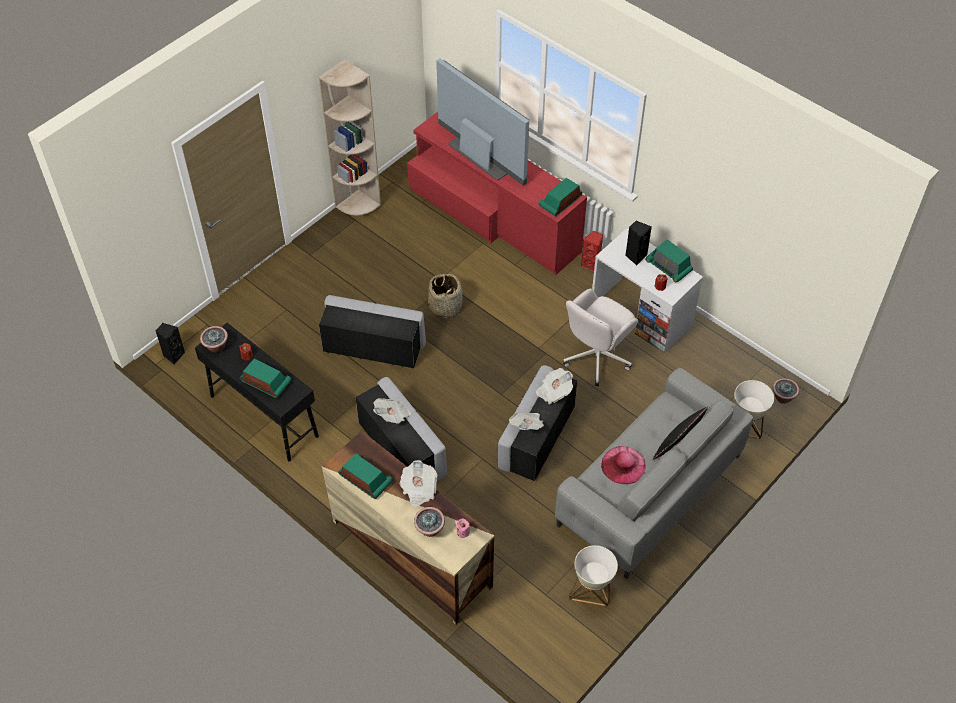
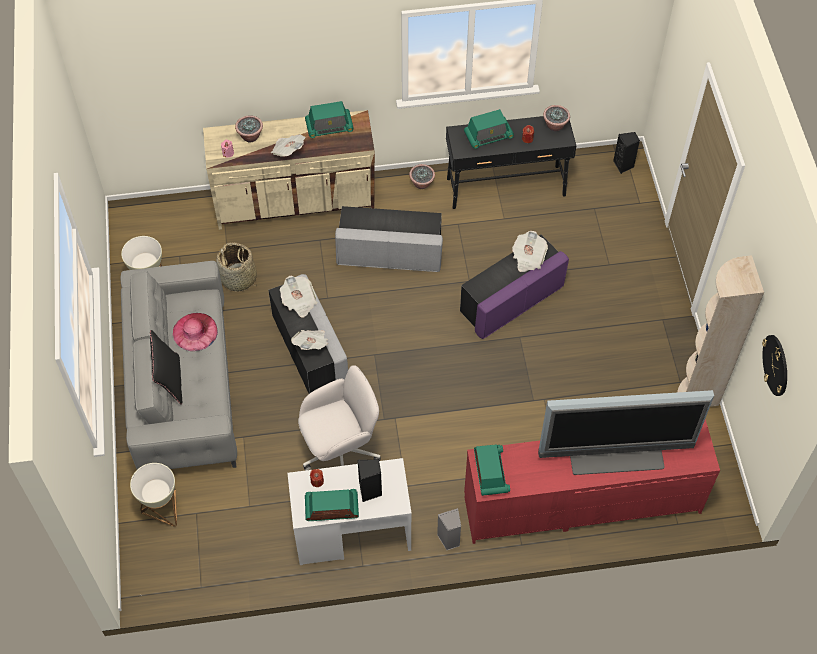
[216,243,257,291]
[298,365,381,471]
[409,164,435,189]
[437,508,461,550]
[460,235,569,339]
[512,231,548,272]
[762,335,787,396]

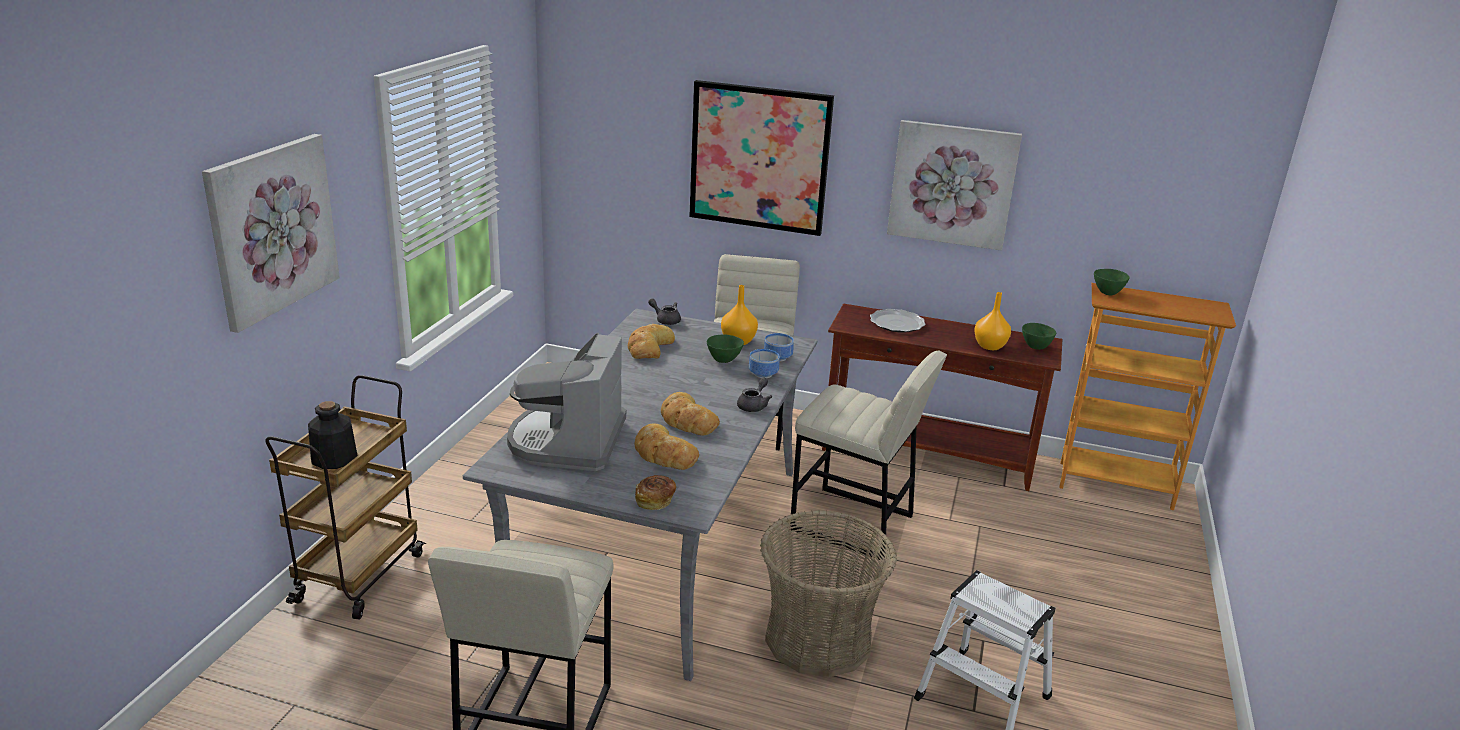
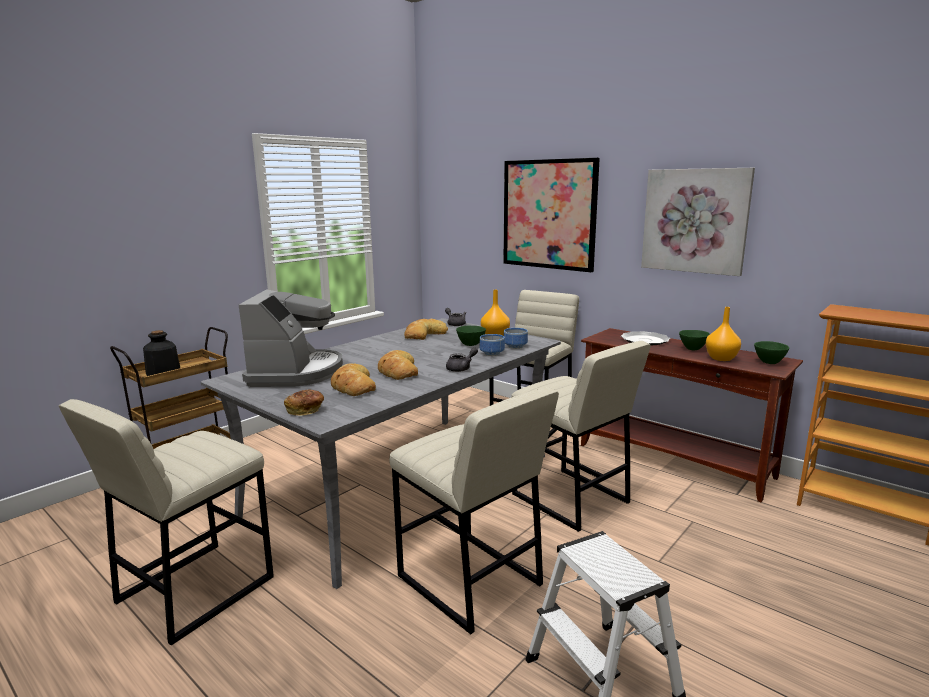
[239,289,343,387]
[389,387,559,634]
[679,330,710,351]
[202,134,340,333] (first image)

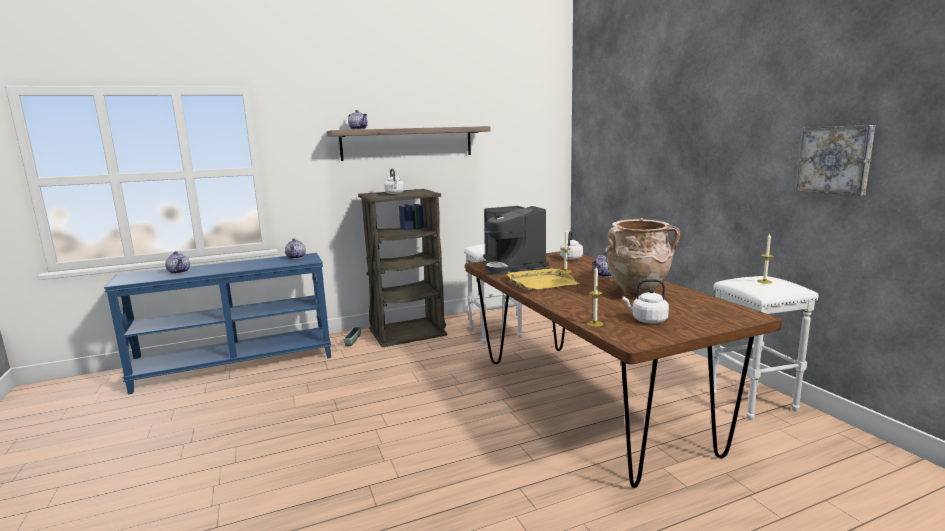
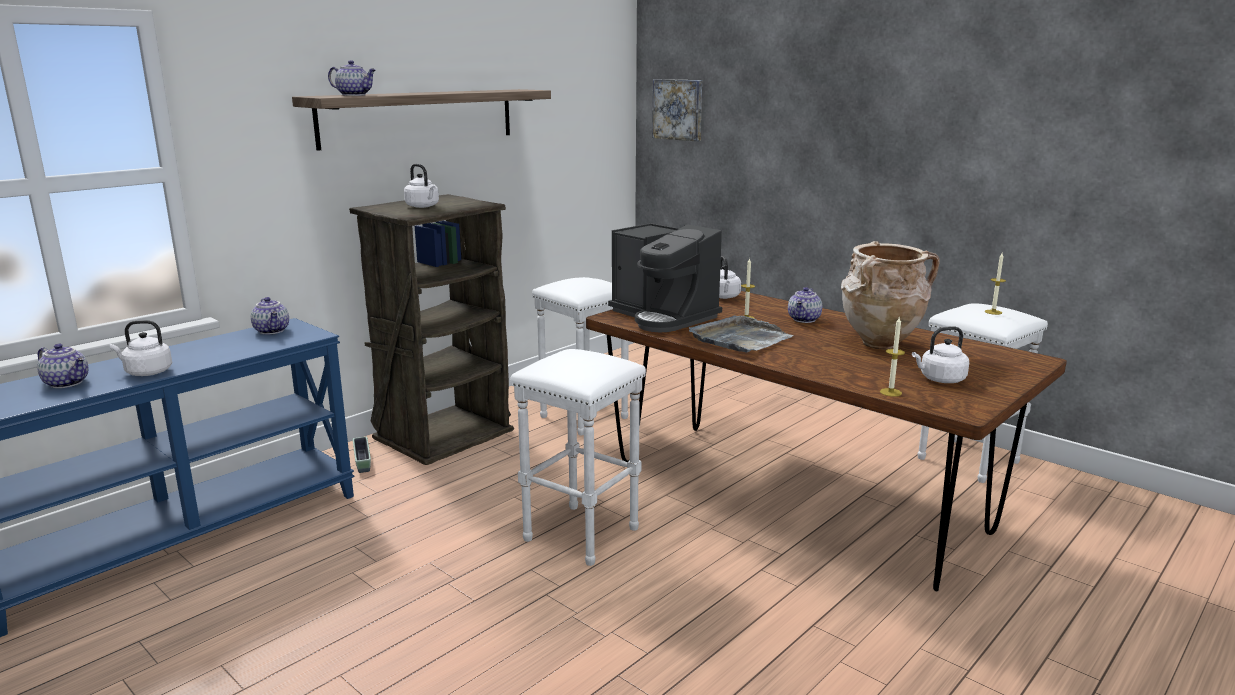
[110,320,172,376]
[510,349,646,566]
[652,79,702,141]
[689,315,794,353]

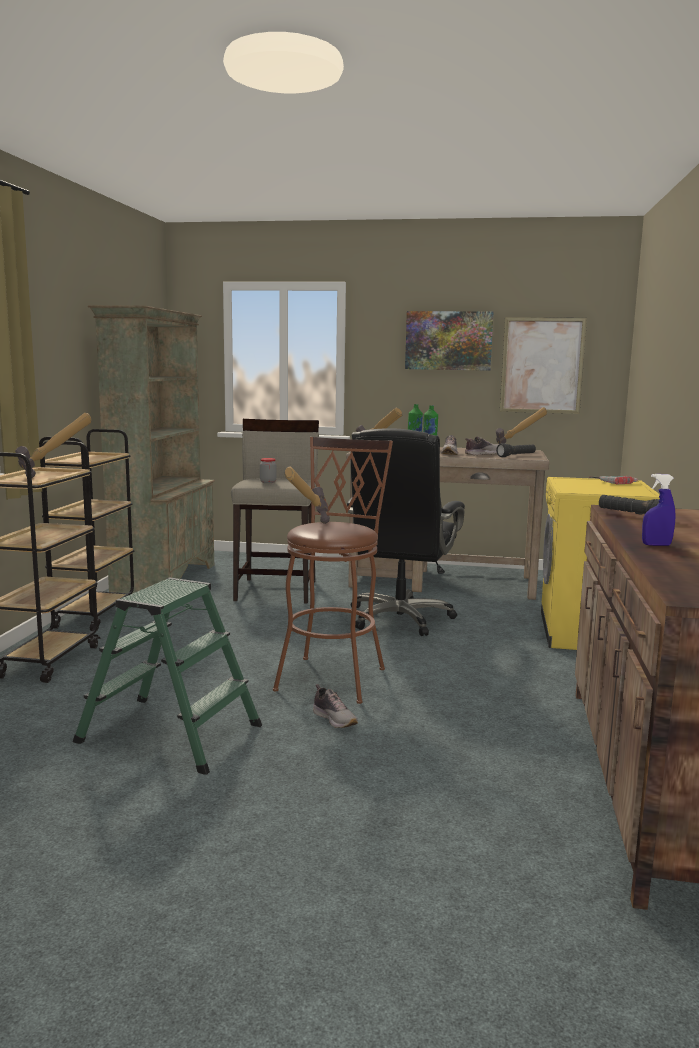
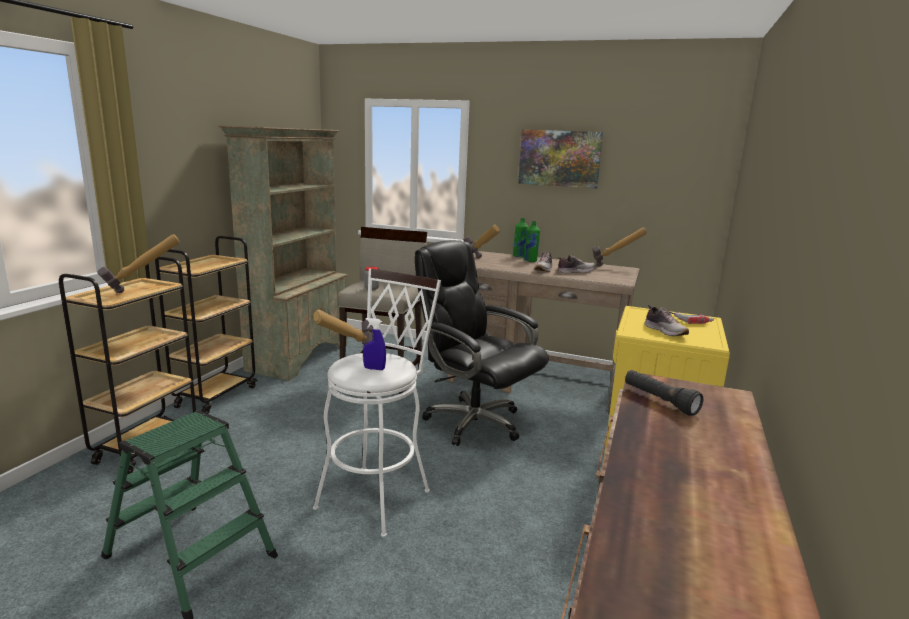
[313,268,441,538]
[363,318,386,370]
[415,240,549,446]
[645,304,689,336]
[496,443,536,457] (first image)
[500,317,587,414] (first image)

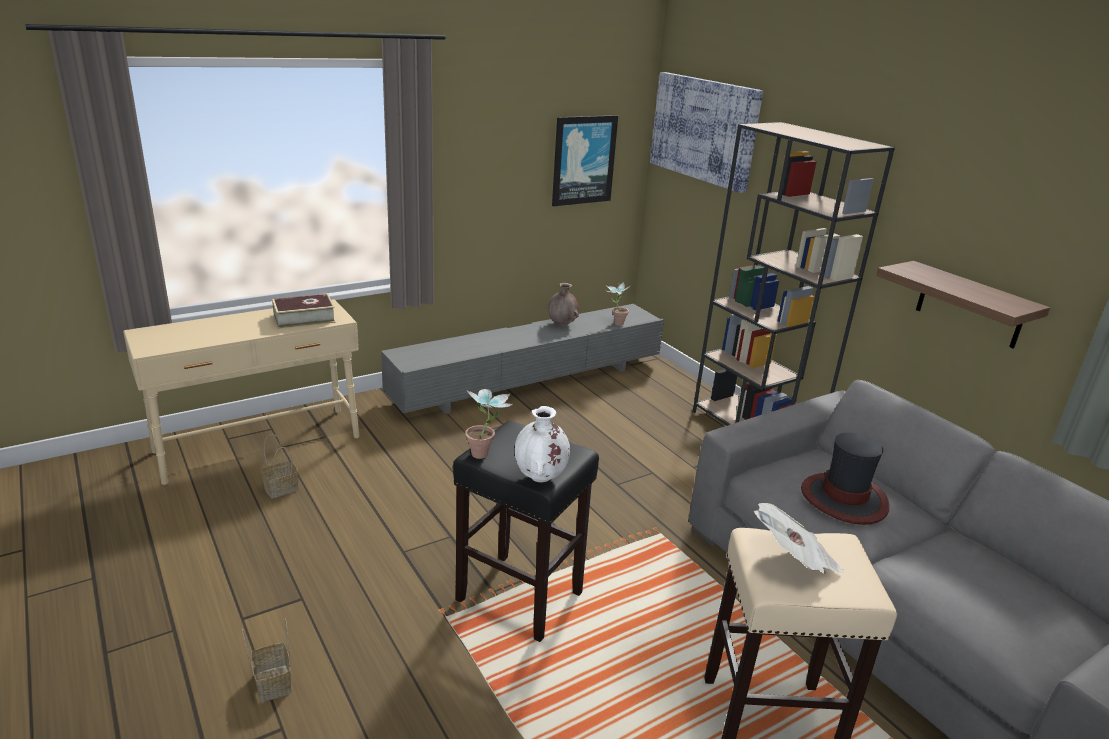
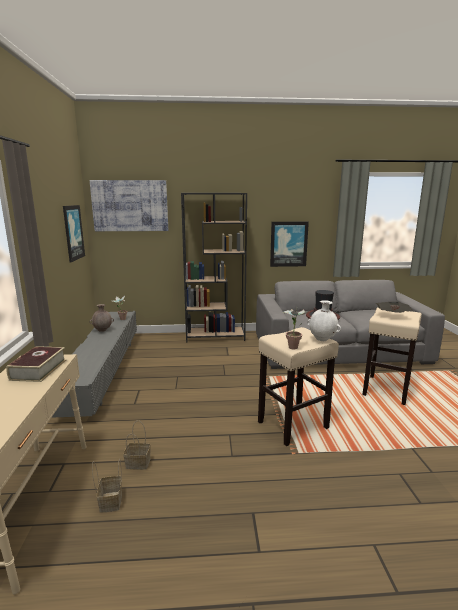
[123,420,151,470]
[258,327,339,446]
[270,222,309,267]

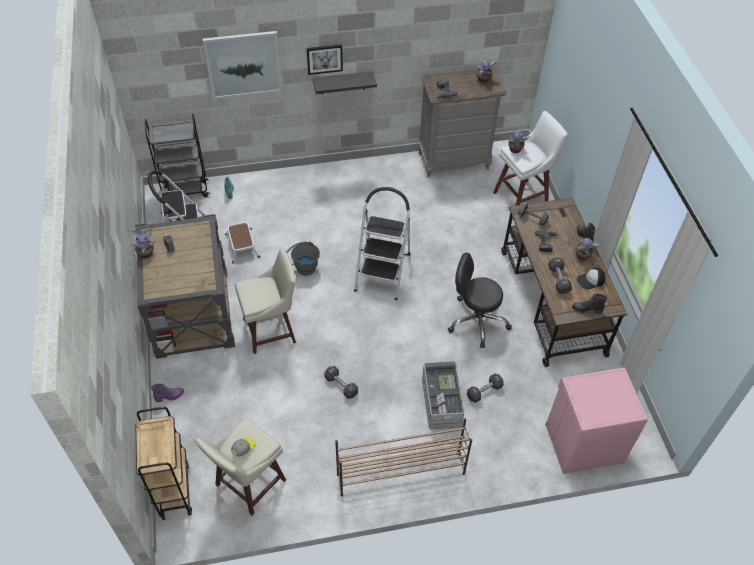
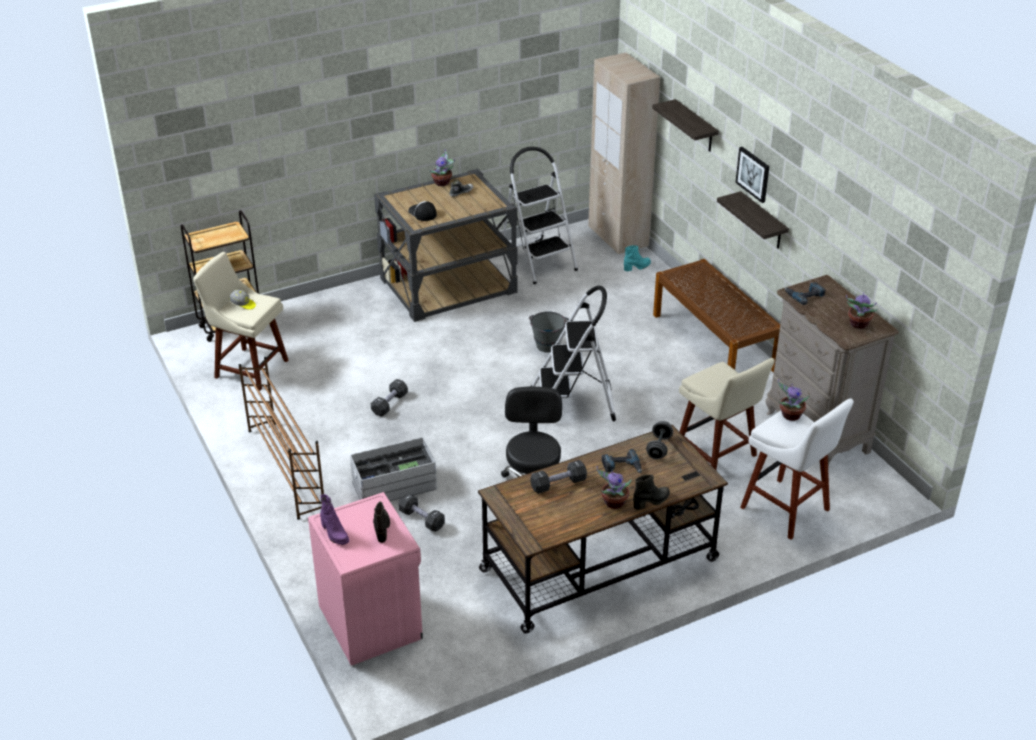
[320,494,349,545]
[373,501,390,543]
[408,201,437,221]
[588,53,660,255]
[652,99,719,152]
[653,259,780,373]
[679,358,775,470]
[225,222,260,264] (first image)

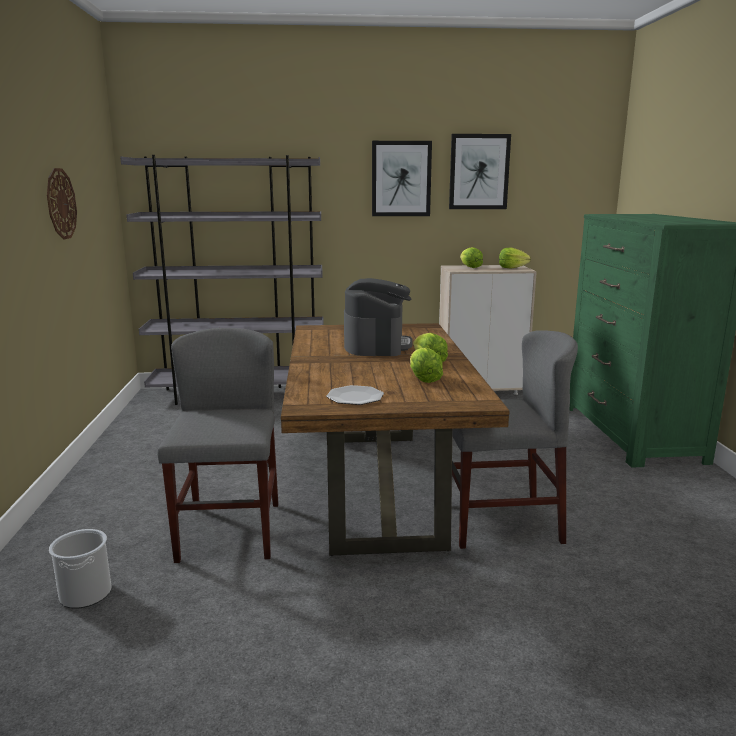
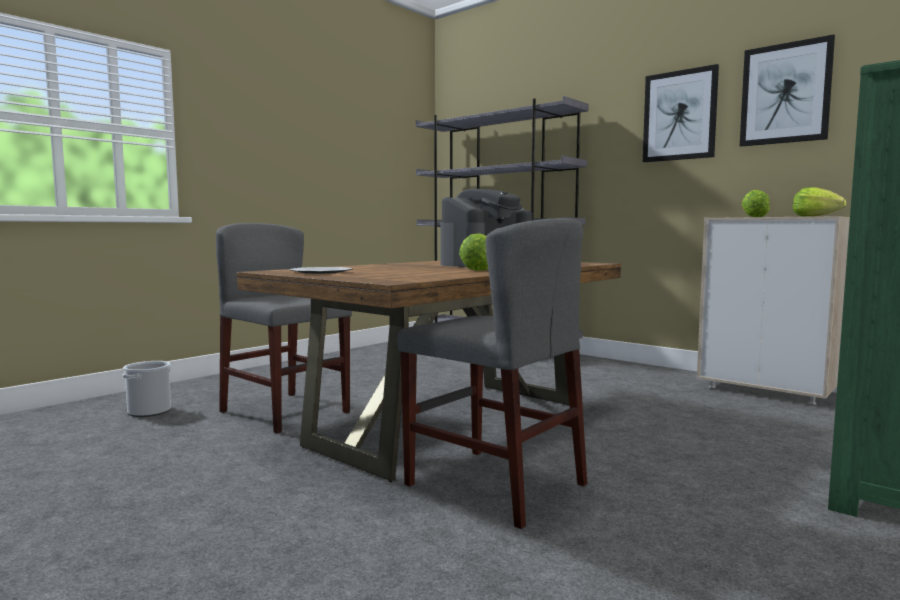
[216,223,352,433]
[47,168,77,240] (first image)
[410,347,443,383] (first image)

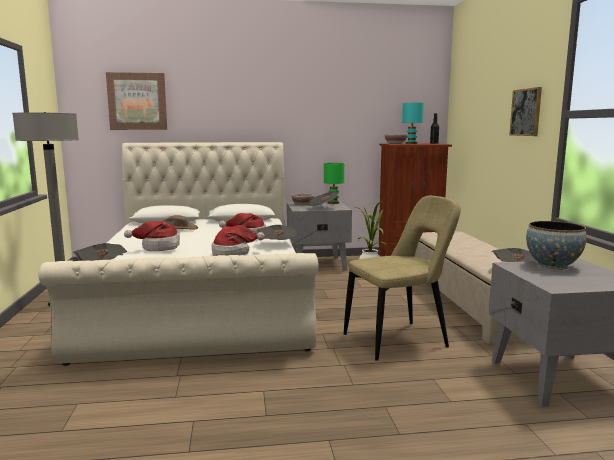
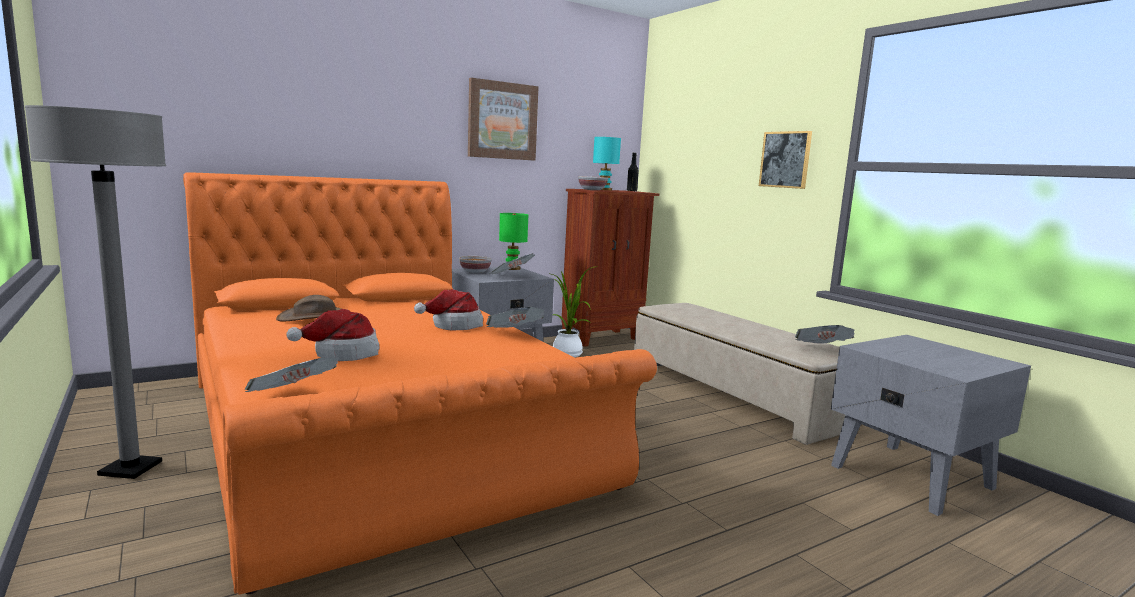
[183,172,657,595]
[468,78,538,160]
[212,225,265,256] (first image)
[344,196,461,361] (first image)
[526,221,587,270] (first image)

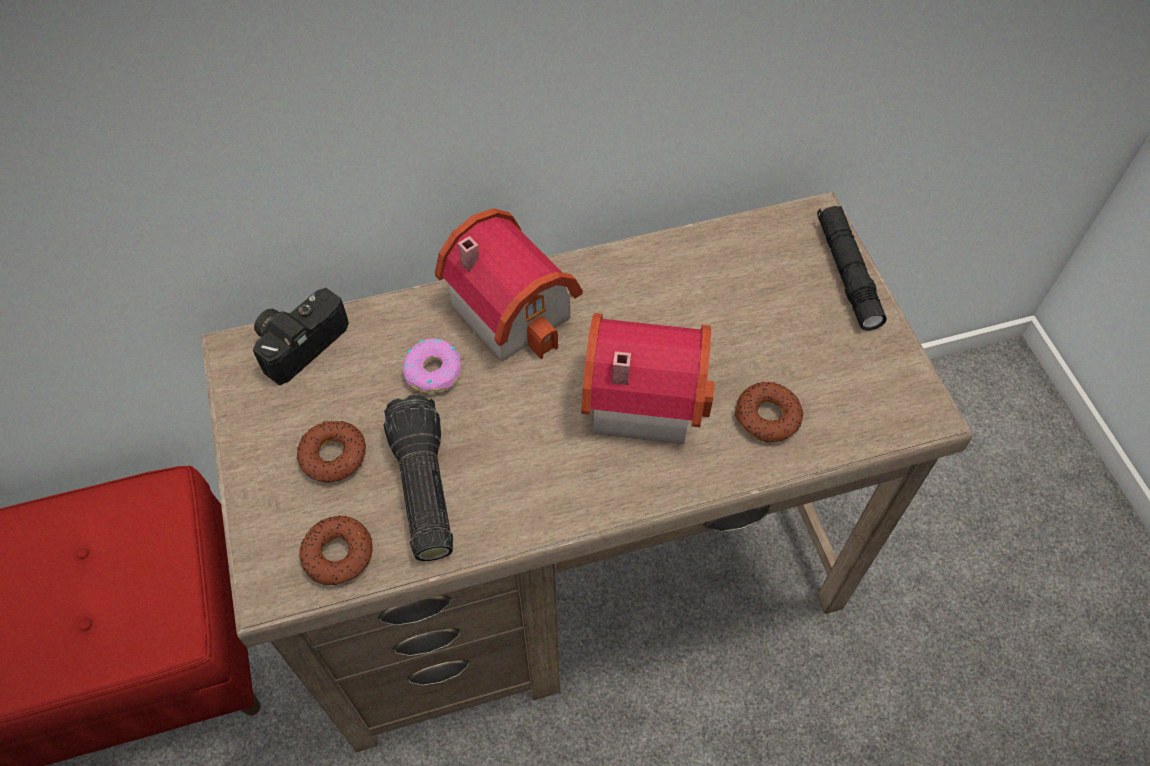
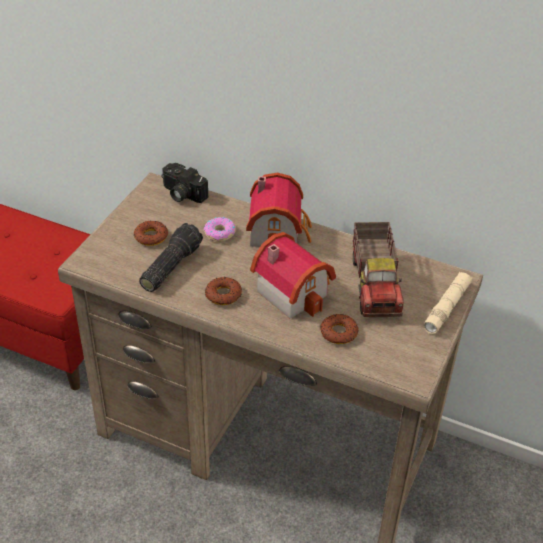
[161,163,208,203]
[205,277,242,305]
[353,222,404,317]
[423,272,473,334]

